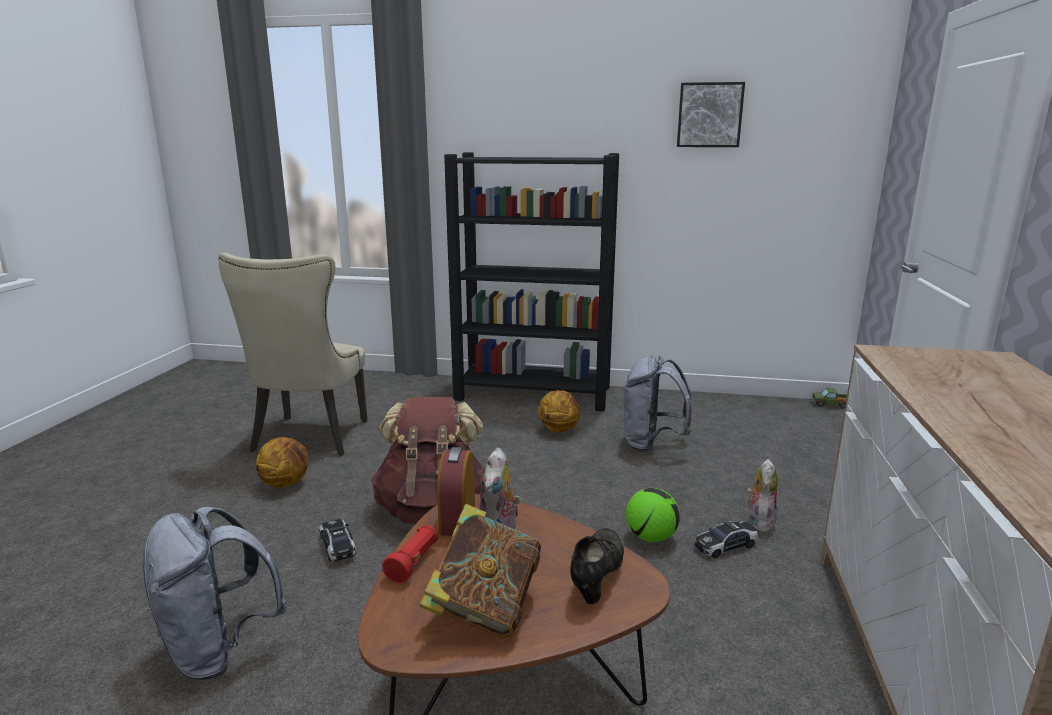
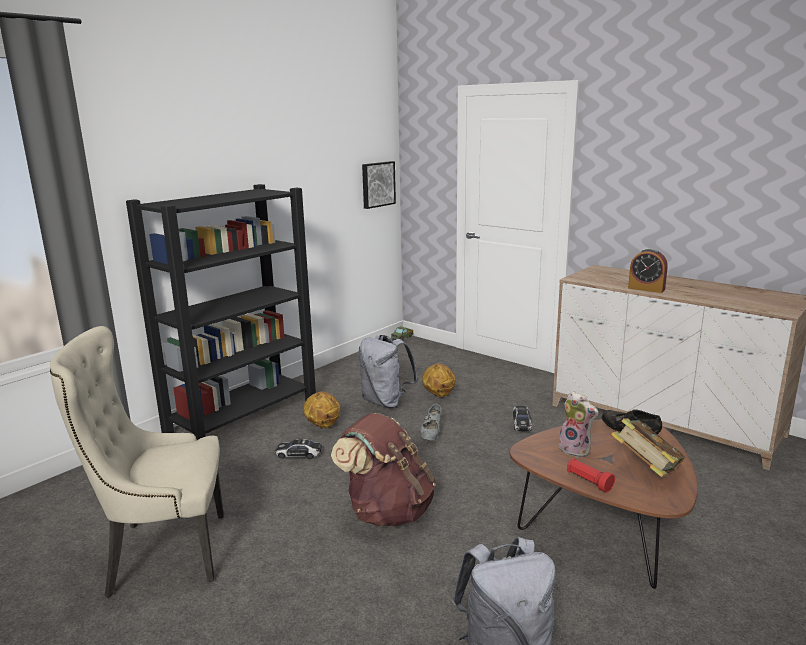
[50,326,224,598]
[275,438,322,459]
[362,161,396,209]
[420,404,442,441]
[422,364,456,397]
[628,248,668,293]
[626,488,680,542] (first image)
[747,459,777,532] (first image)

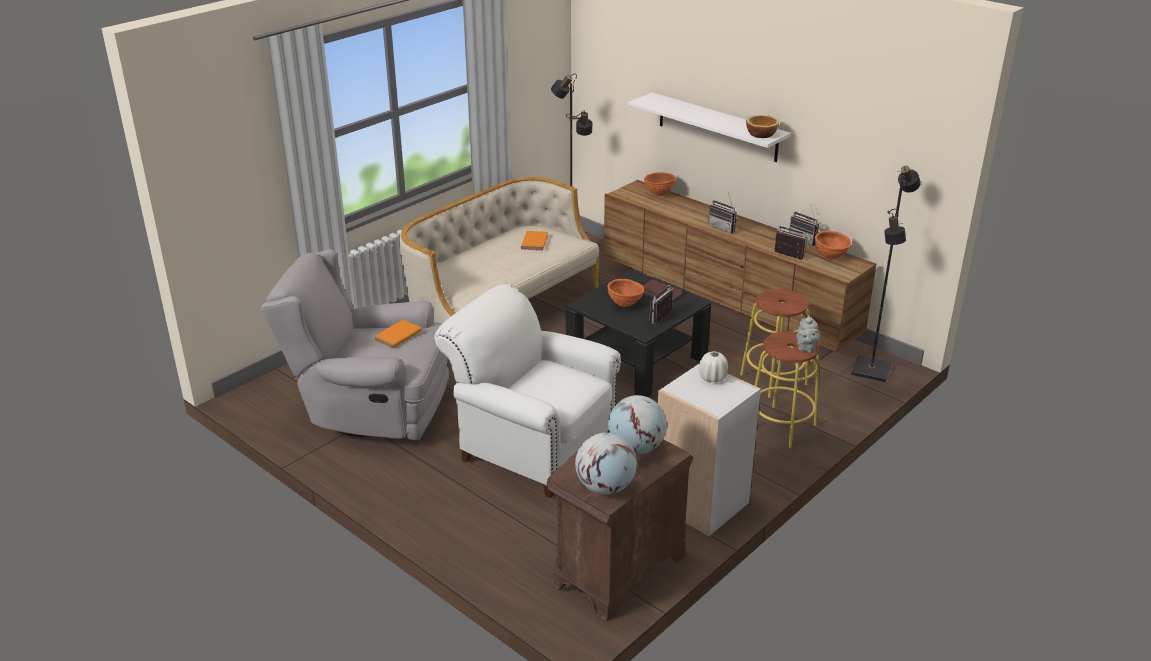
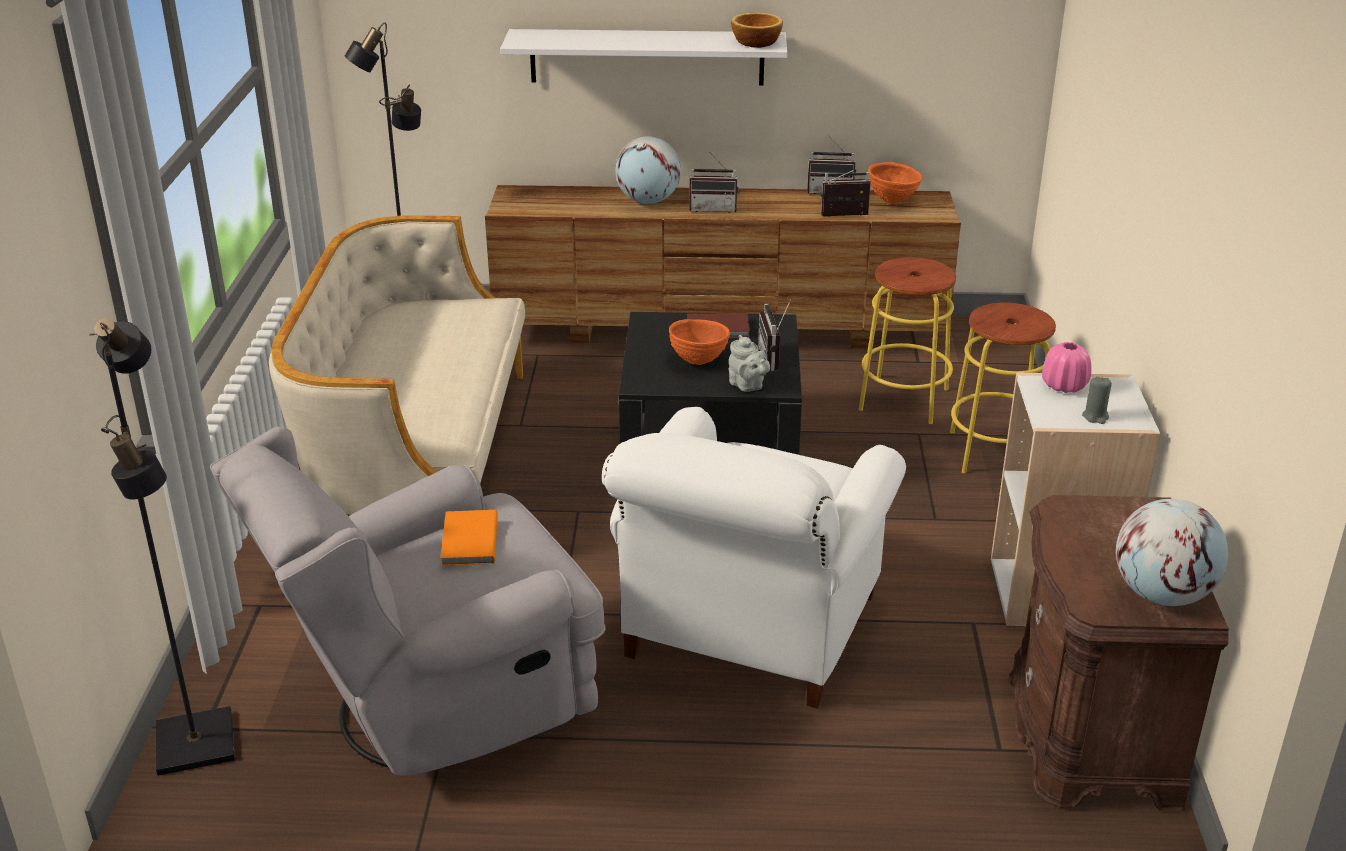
[89,318,235,776]
[602,407,906,709]
[615,136,681,204]
[729,335,770,392]
[1042,342,1091,393]
[1082,377,1112,424]
[521,231,548,251] (first image)
[644,172,676,196] (first image)

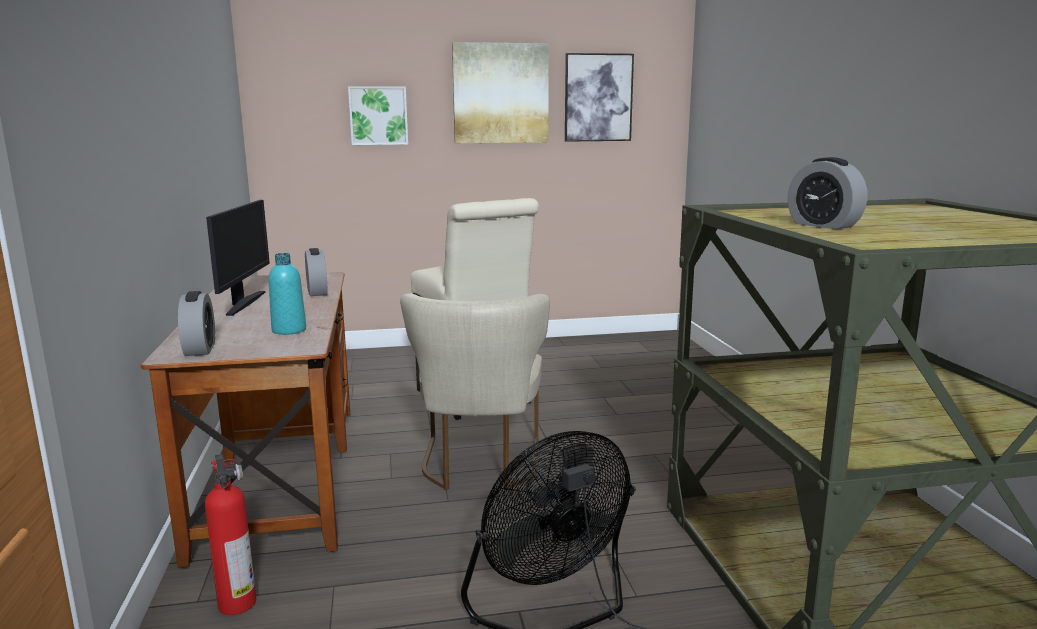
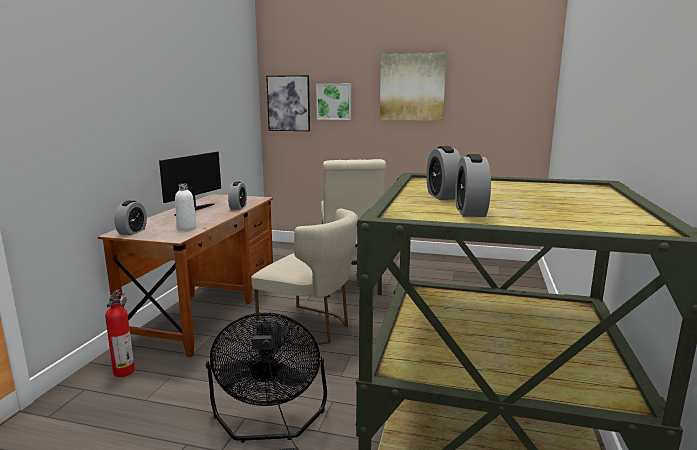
[175,184,197,230]
[252,209,358,346]
[266,75,310,131]
[455,154,491,217]

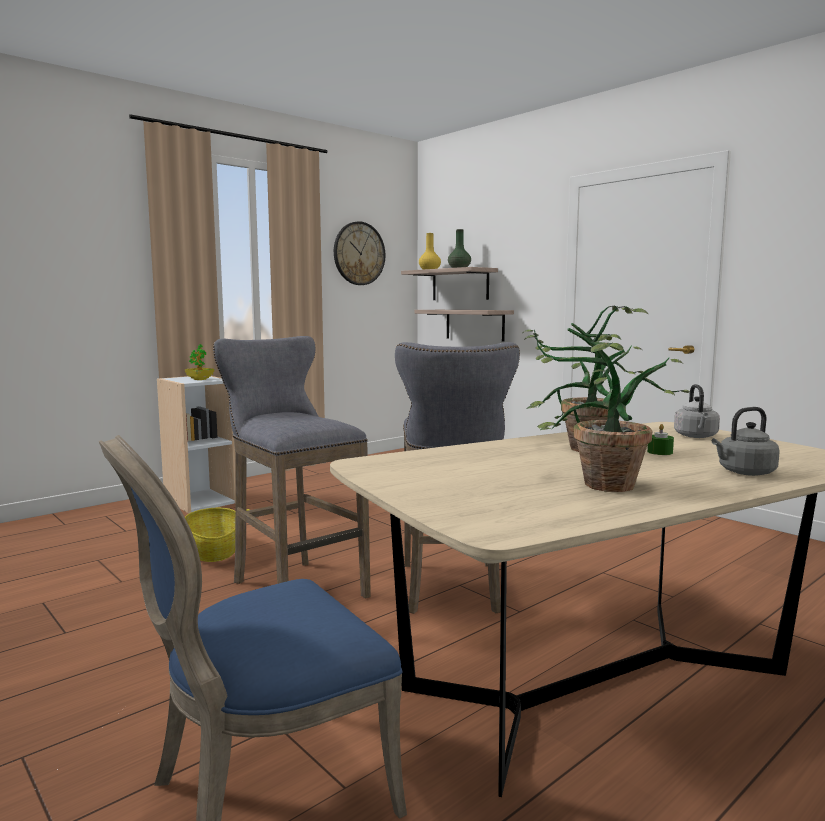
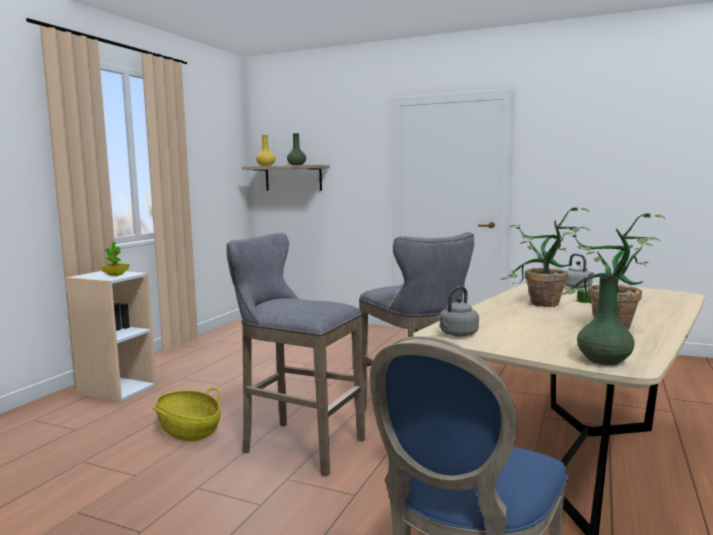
[437,286,479,337]
[577,276,635,365]
[334,221,385,285] (first image)
[414,310,514,342] (first image)

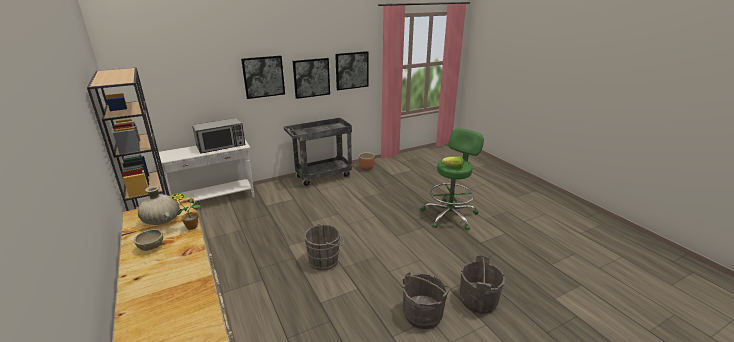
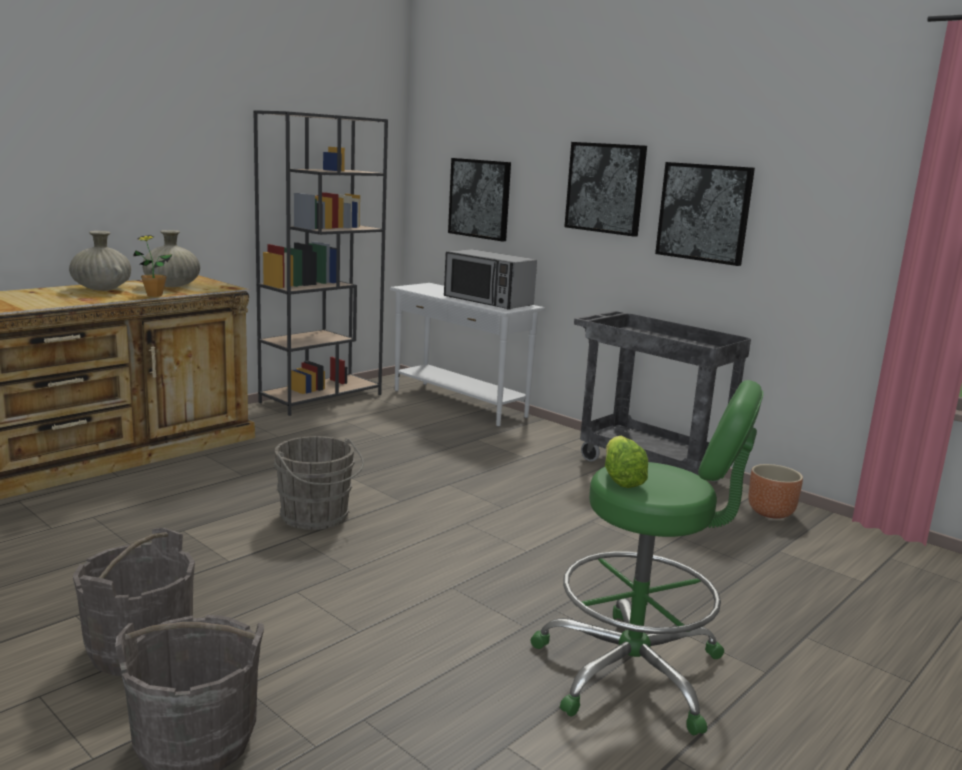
[69,231,131,291]
[448,158,511,241]

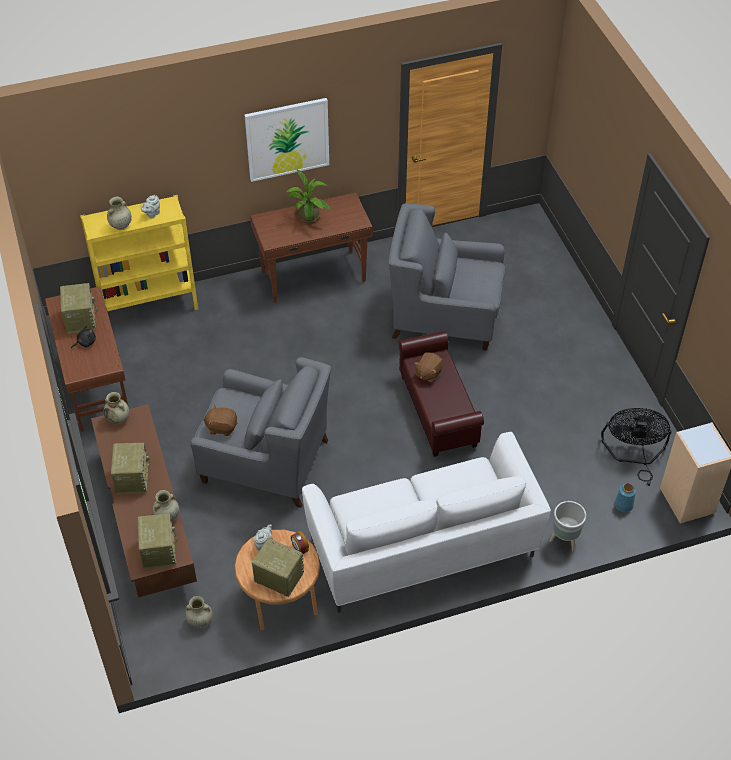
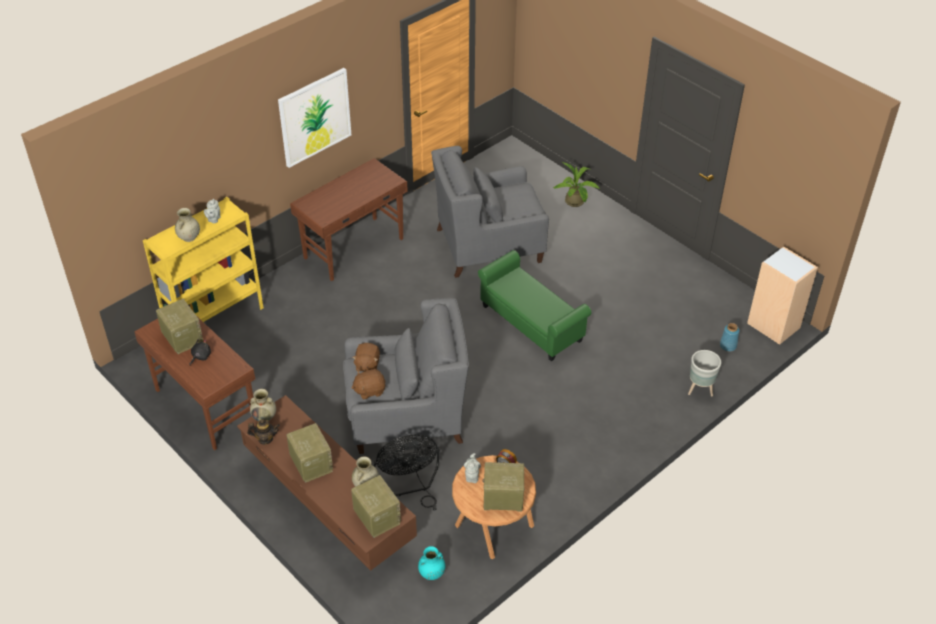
[247,419,280,445]
[352,343,380,372]
[374,434,440,510]
[418,546,445,580]
[478,250,591,361]
[553,162,601,207]
[302,432,551,613] (first image)

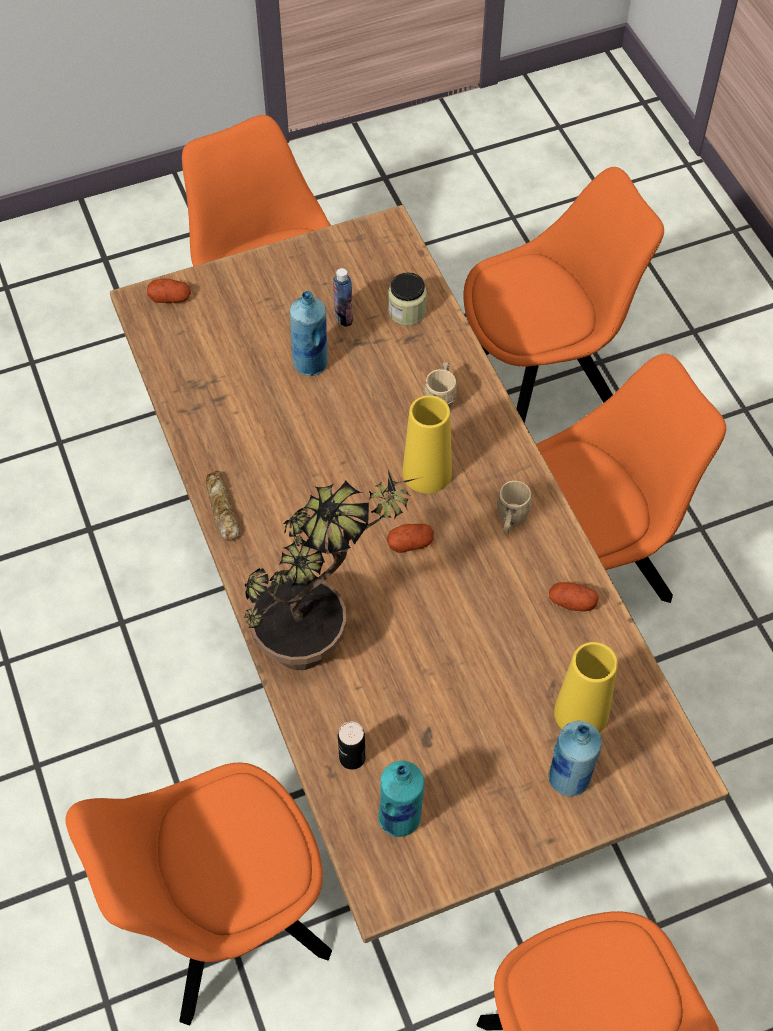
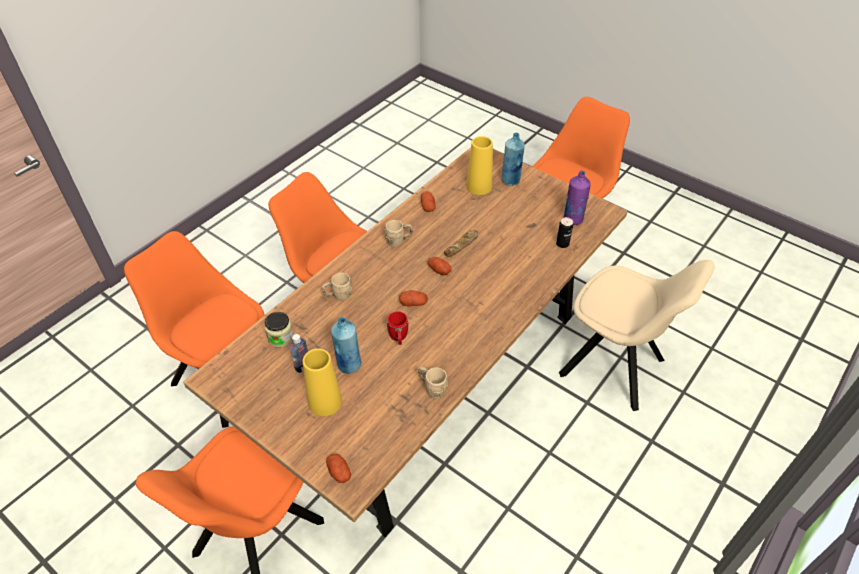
[303,349,342,416]
[387,311,409,345]
[399,290,428,306]
[418,367,448,399]
[444,230,478,257]
[559,260,715,411]
[564,170,591,225]
[244,469,422,670] (first image)

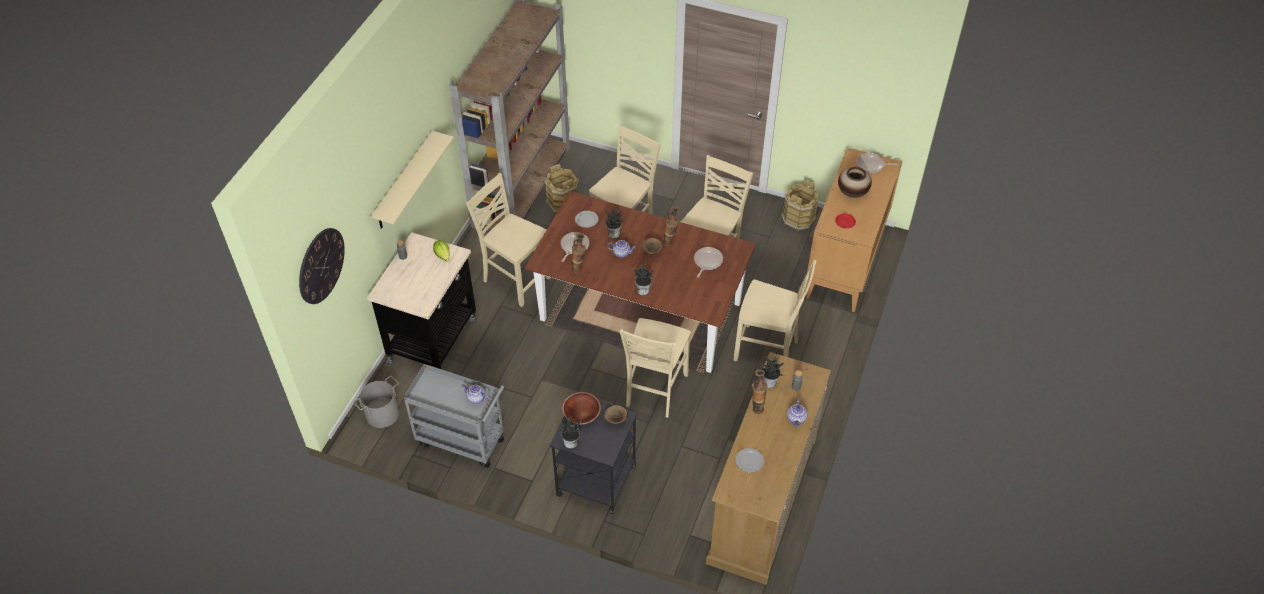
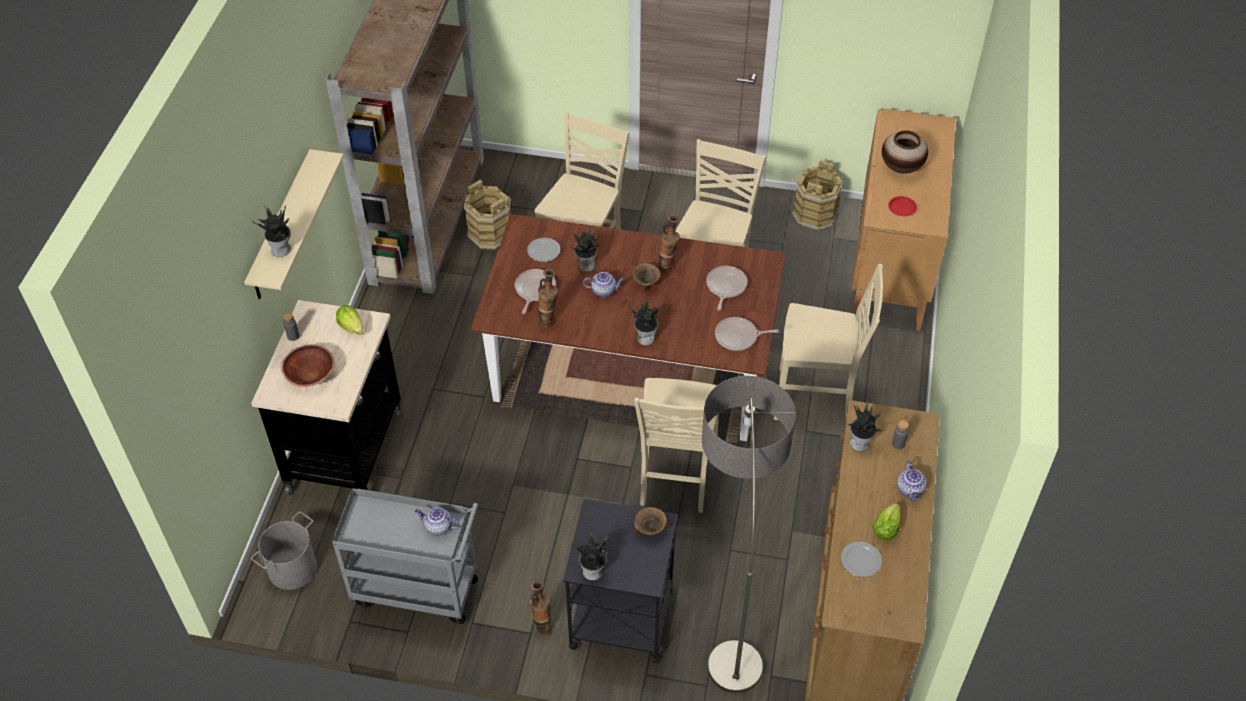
[252,207,291,257]
[281,345,335,387]
[529,581,552,636]
[702,376,796,693]
[715,317,779,351]
[872,503,901,541]
[299,228,345,304] (first image)
[466,173,551,307] (first image)

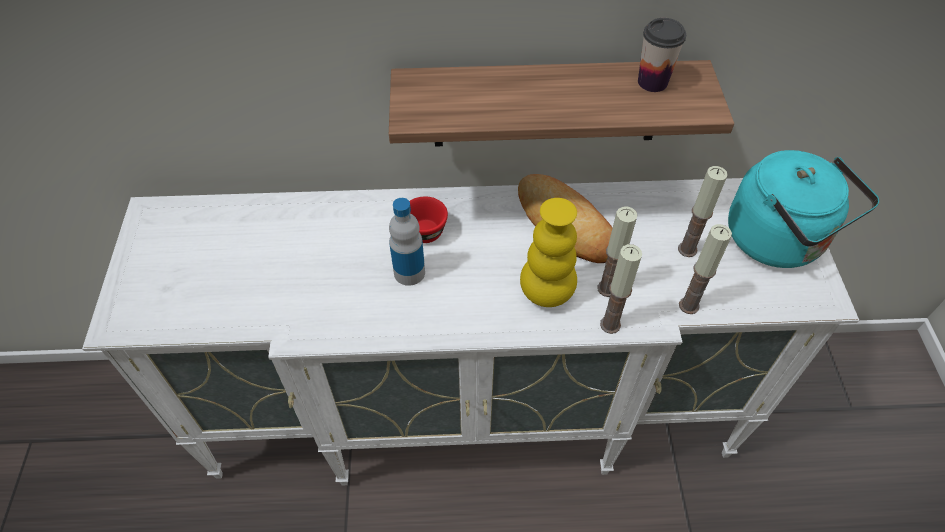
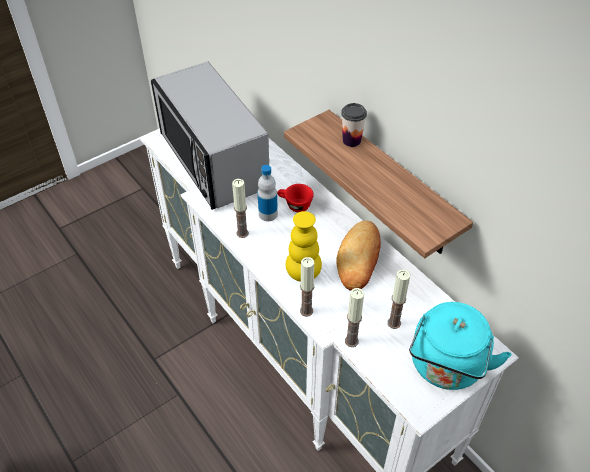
[151,62,269,210]
[232,179,249,238]
[341,103,367,147]

